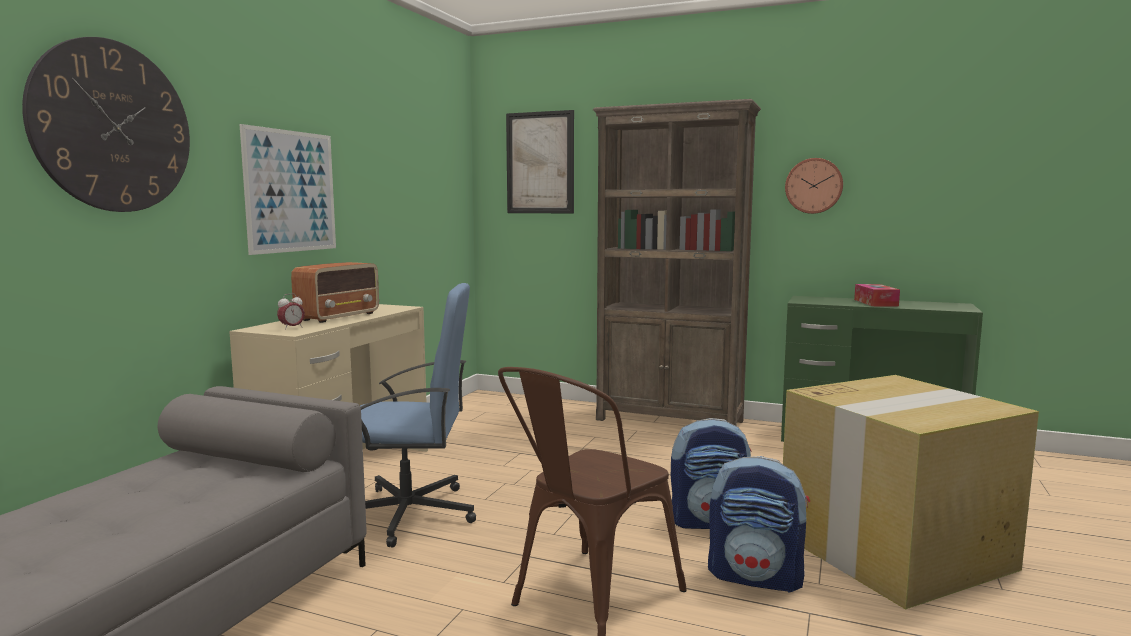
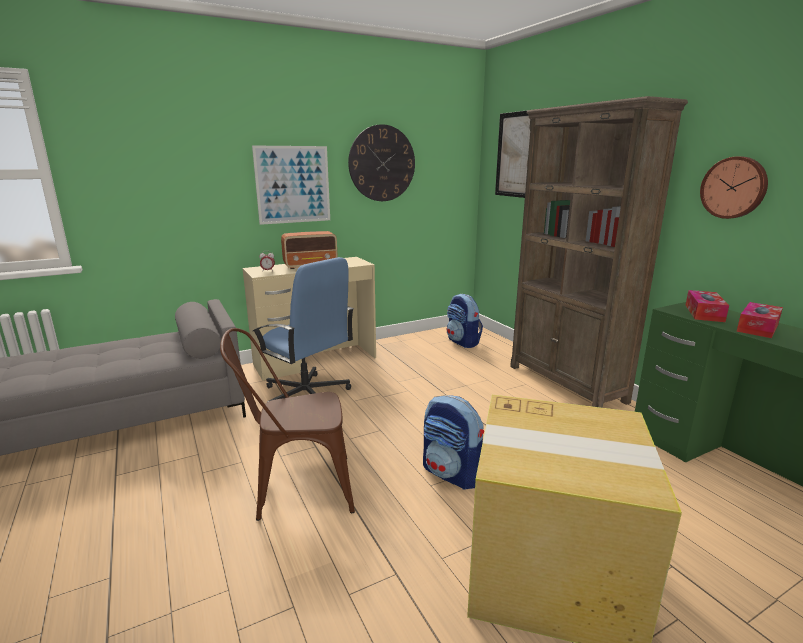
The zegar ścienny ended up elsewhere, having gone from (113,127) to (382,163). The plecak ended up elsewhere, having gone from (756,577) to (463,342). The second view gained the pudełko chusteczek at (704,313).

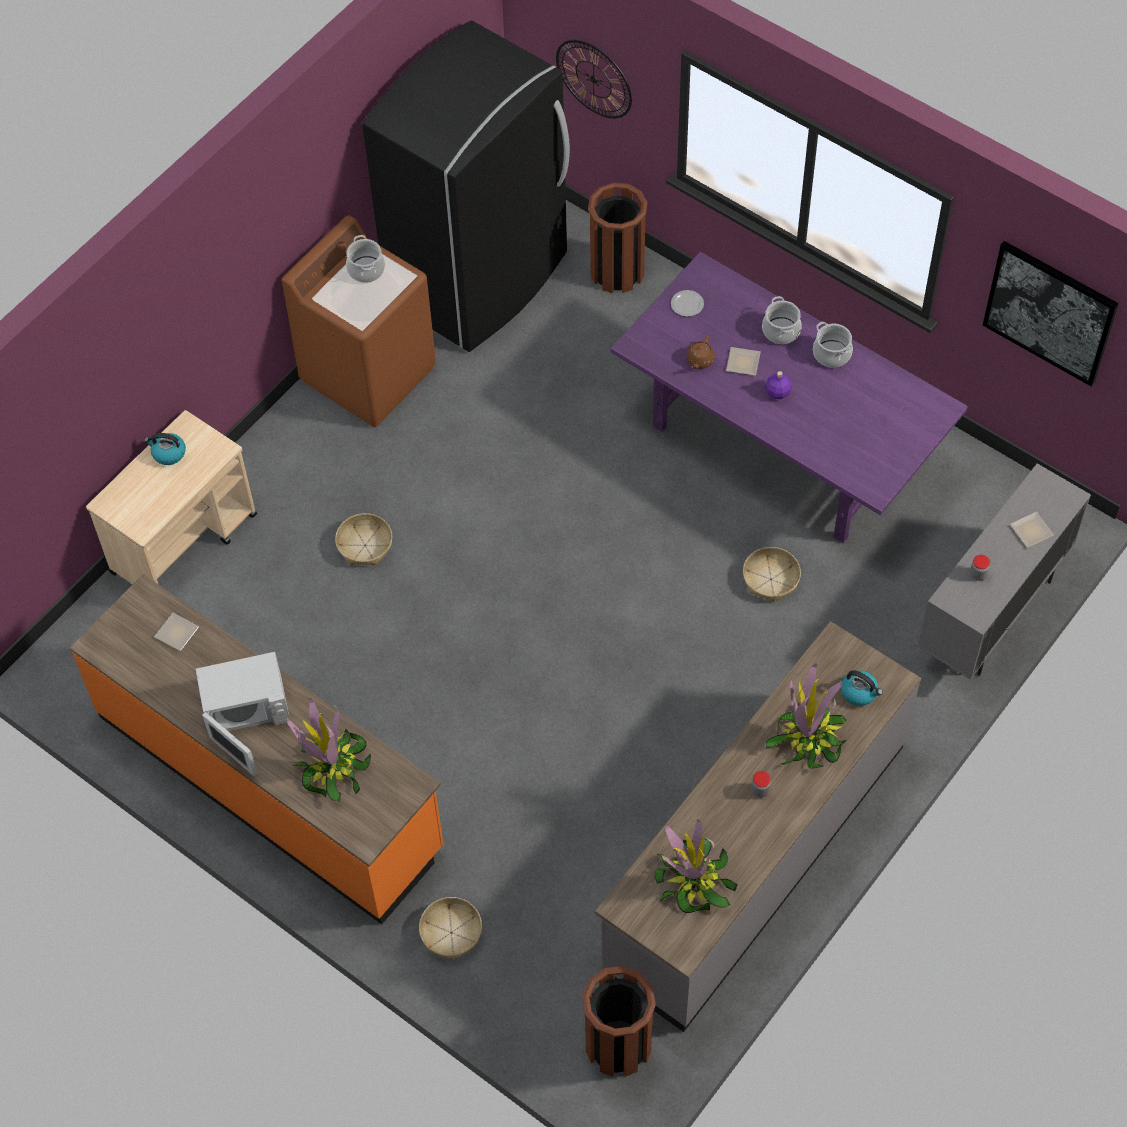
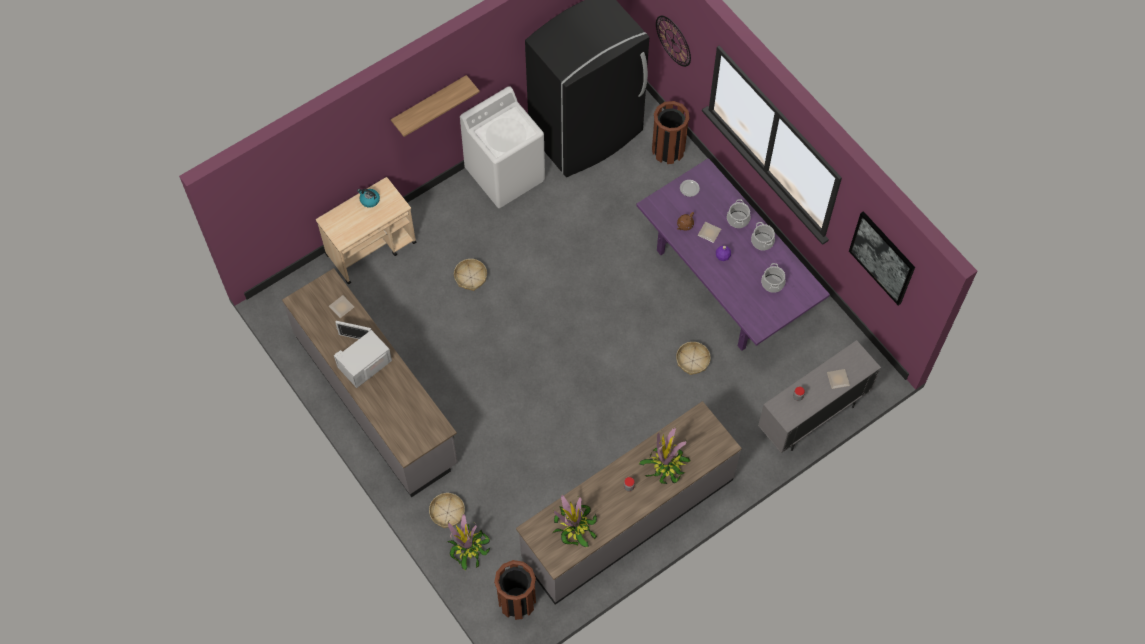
What was the zabudowa kuchenna (pomarańczowy) at (270,781) turned into the zabudowa kuchenna (szary) at (376,399). The mikrofalówka (biały) at (245,711) ended up facing another way, 135 degrees clockwise from before. What was the pralka (brązowy) at (369,373) turned into the pralka (biały) at (505,174). The roślina doniczkowa ended up elsewhere, having gone from (332,766) to (468,547). The garnek ended up elsewhere, having gone from (366,269) to (772,283). The second view lost the czajnik at (859,692). The second view gained the półka at (429,103).

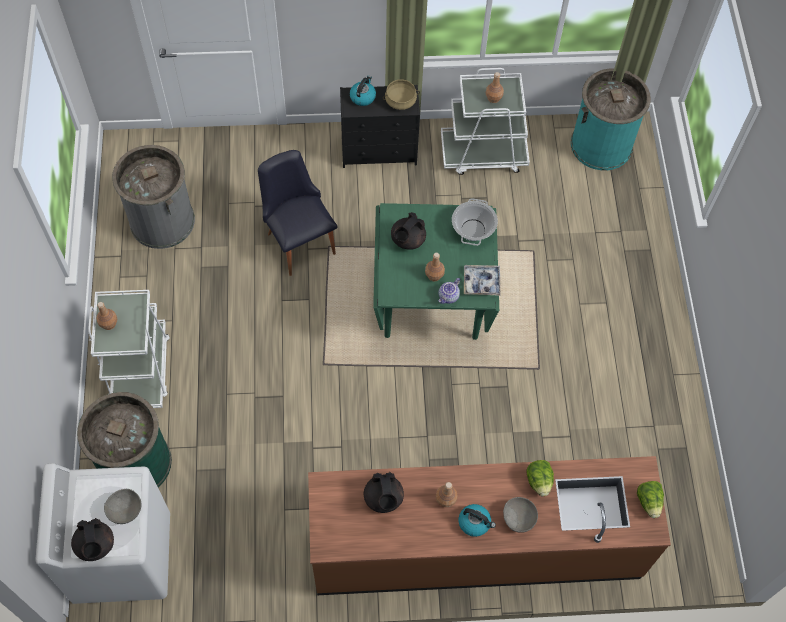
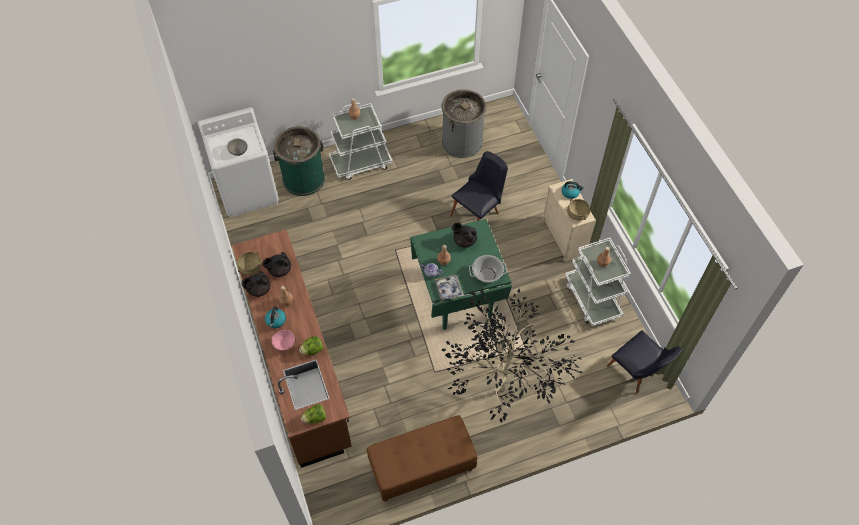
The imbryk (czarny) ended up elsewhere, having gone from (95,545) to (258,289). What was the komoda (czarny) at (380,152) turned into the komoda (beżowy) at (564,238). What was the miska (szary) at (518,519) turned into the miska (różowy) at (284,344). Where the kosz na śmieci (turkusowy) stood at (601,144), the krzesło (czarny) came to stand at (637,373). The second view gained the garnek (beżowy) at (250,267). The second view gained the ławka (brązowy) at (421,468). The second view gained the roślina doniczkowa at (503,392).

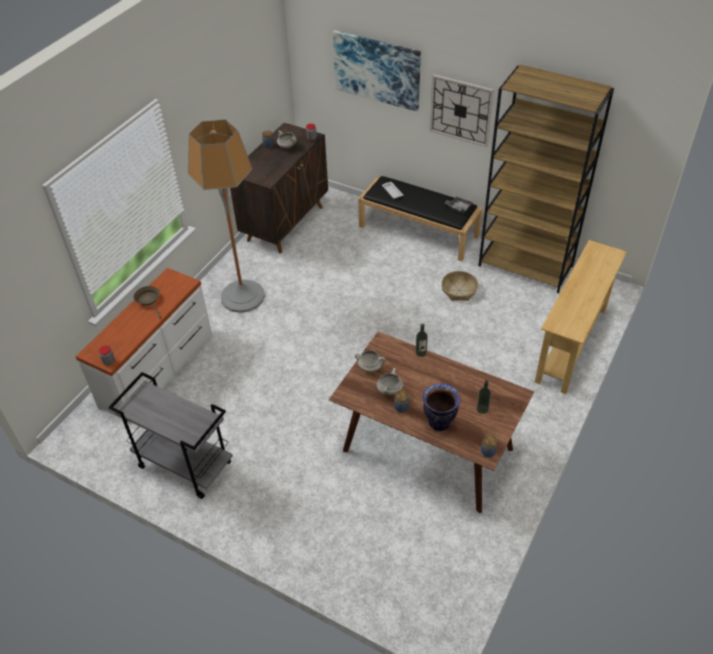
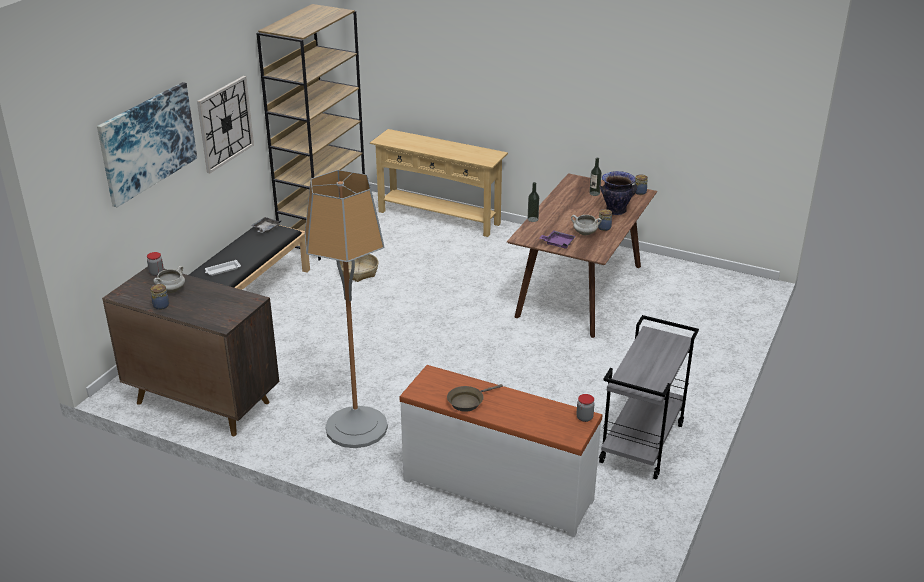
Where the garnek (biały) stood at (370,367), the taca (fioletowy) came to stand at (558,243).

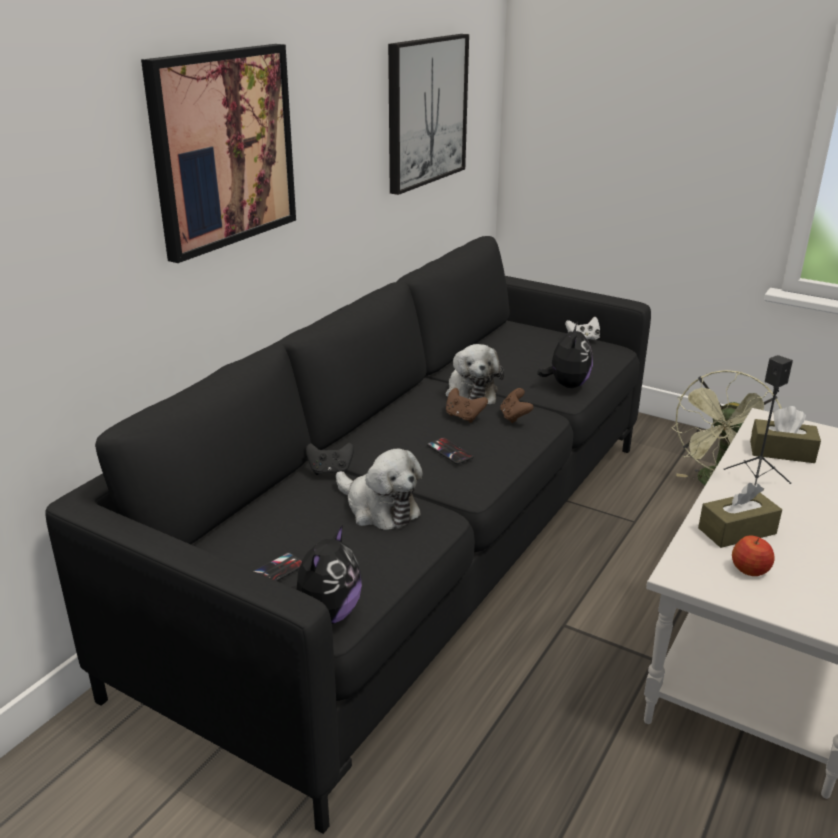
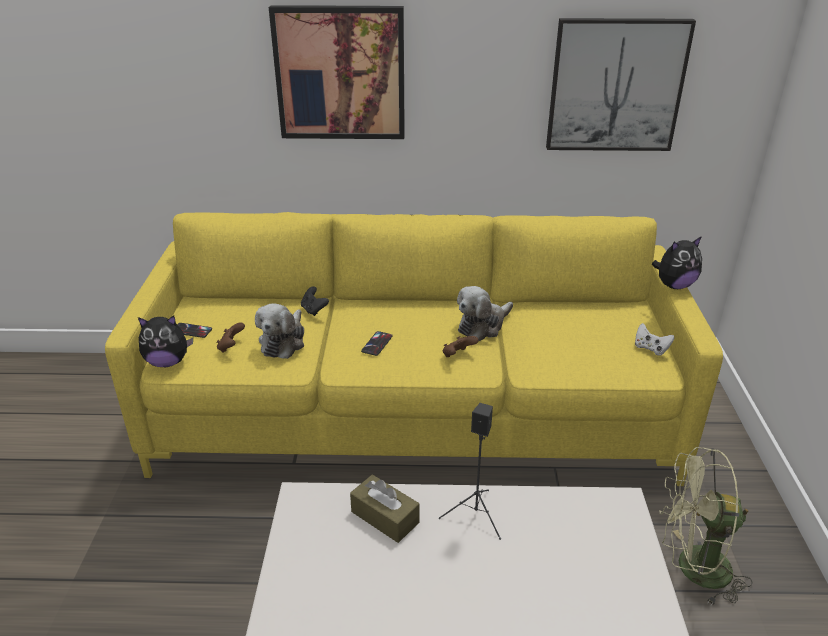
What was the kanapa (czarny) at (418,551) turned into the kanapa (żółty) at (414,417). The pad do gier (brązowy) ended up elsewhere, having gone from (464,417) to (231,347). The pluszak ended up elsewhere, having gone from (566,385) to (674,285). The second view lost the jabłko at (750,569). The second view lost the pudełko chusteczek (brązowy) at (782,452).

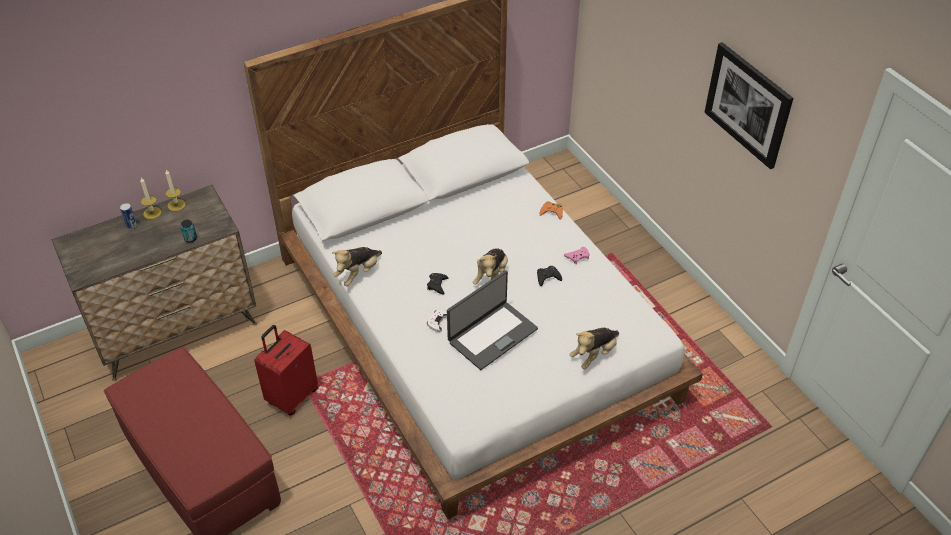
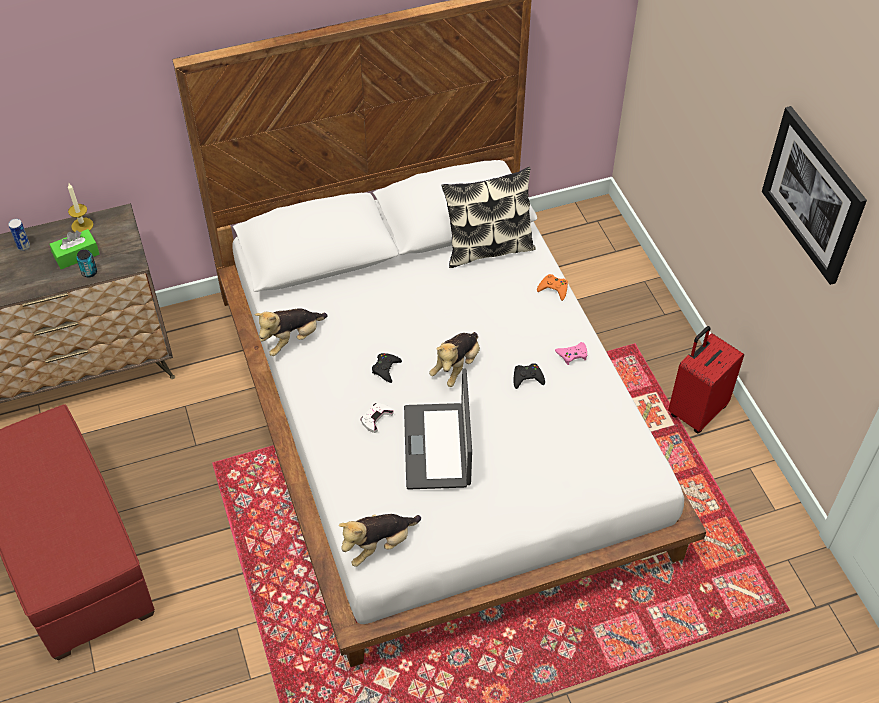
The second view lost the świeca at (152,213). The walizka (czerwony) ended up elsewhere, having gone from (291,396) to (696,410). The laptop at (492,335) ended up facing another way, 120 degrees clockwise from before. The pluszak ended up elsewhere, having gone from (594,354) to (379,545). The second view gained the pudełko chusteczek (zielony) at (76,255). The second view gained the poduszka at (488,248).

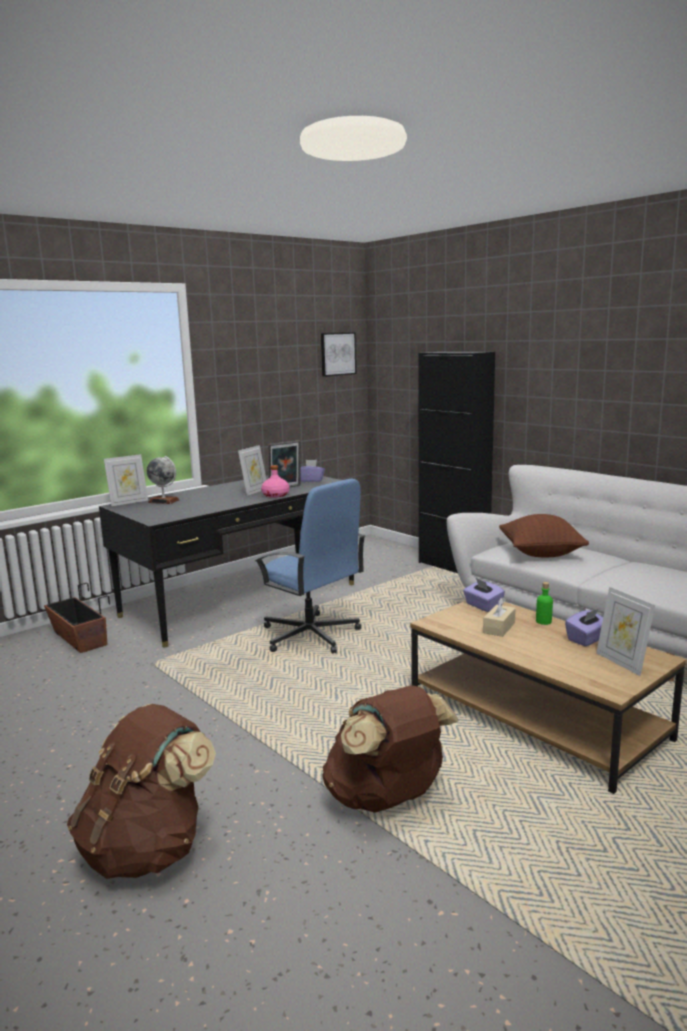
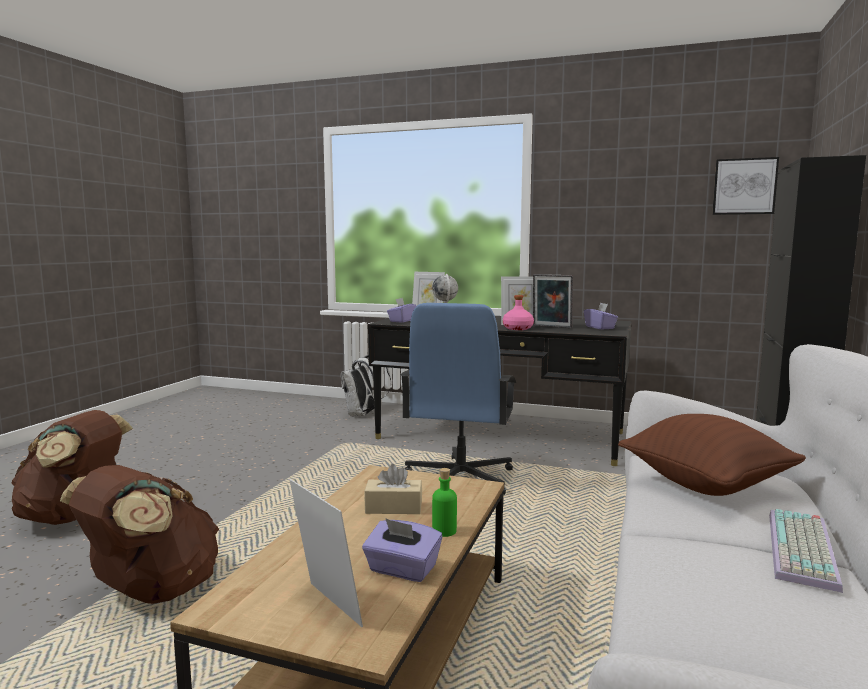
Where the donica stood at (79,639), the plecak (biały) came to stand at (363,414). The pudełko chusteczek (fioletowy) ended up elsewhere, having gone from (483,606) to (401,321). The ramka na zdjęcie at (621,663) ended up facing another way, 105 degrees clockwise from before. The second view gained the klawiatura at (805,550).

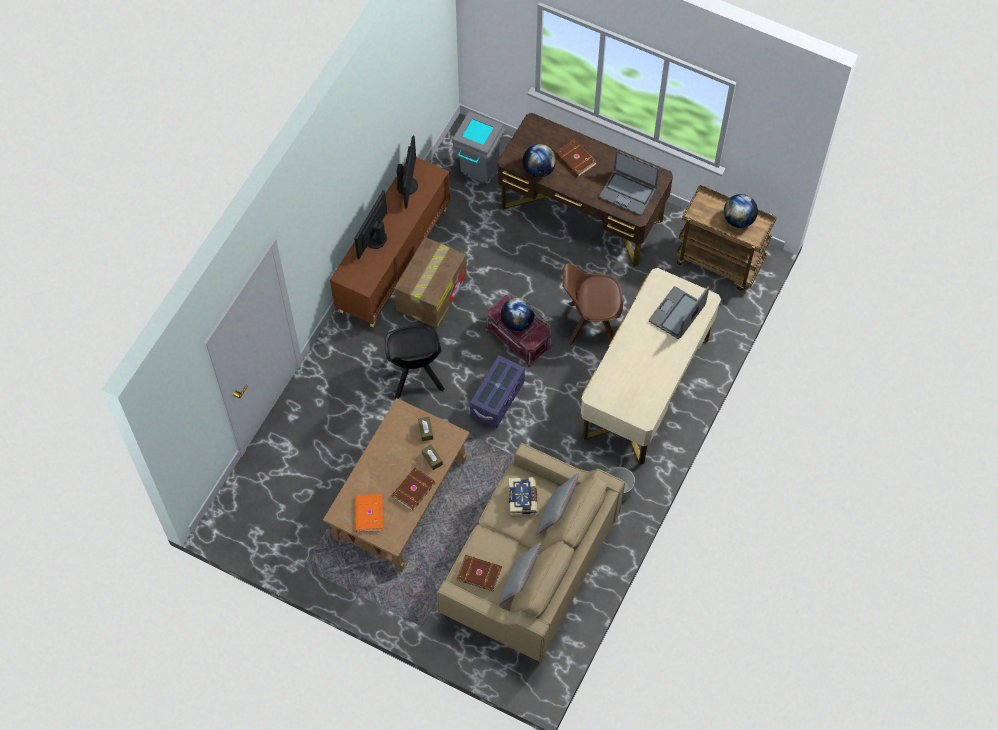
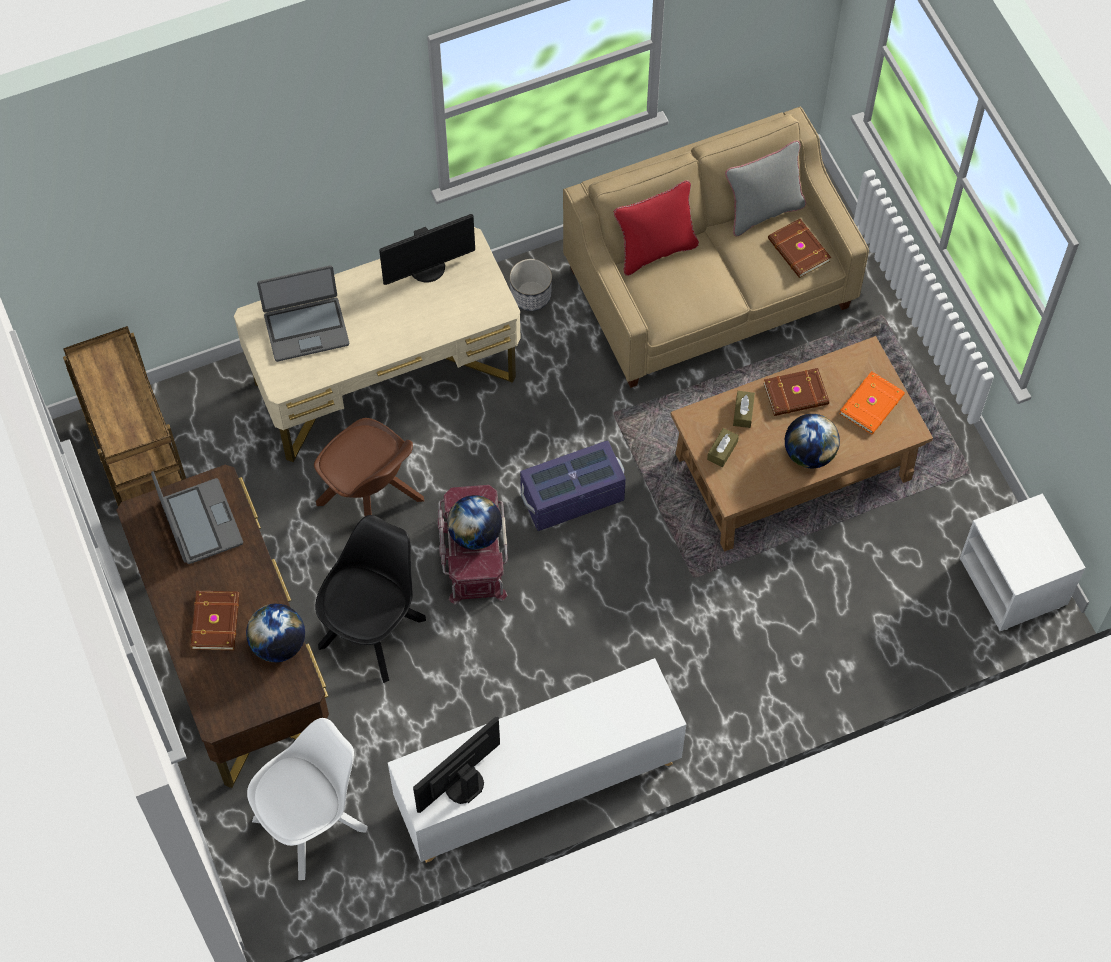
What was the szafka (brązowy) at (394,259) turned into the szafka (biały) at (537,785). The monitor ended up elsewhere, having gone from (375,238) to (428,268). The krzesło (czarny) ended up elsewhere, having gone from (415,375) to (374,630). The second view lost the karton at (432,293). Where the kosz na śmieci (szary) stood at (478,175), the krzesło (biały) came to stand at (313,822). The second view lost the książka at (523,499). What was the poduszka (szary) at (556,515) turned into the poduszka (czerwony) at (655,250). The globus ended up elsewhere, having gone from (738,220) to (809,453). The second view gained the szafka nocna (biały) at (1014,582).

